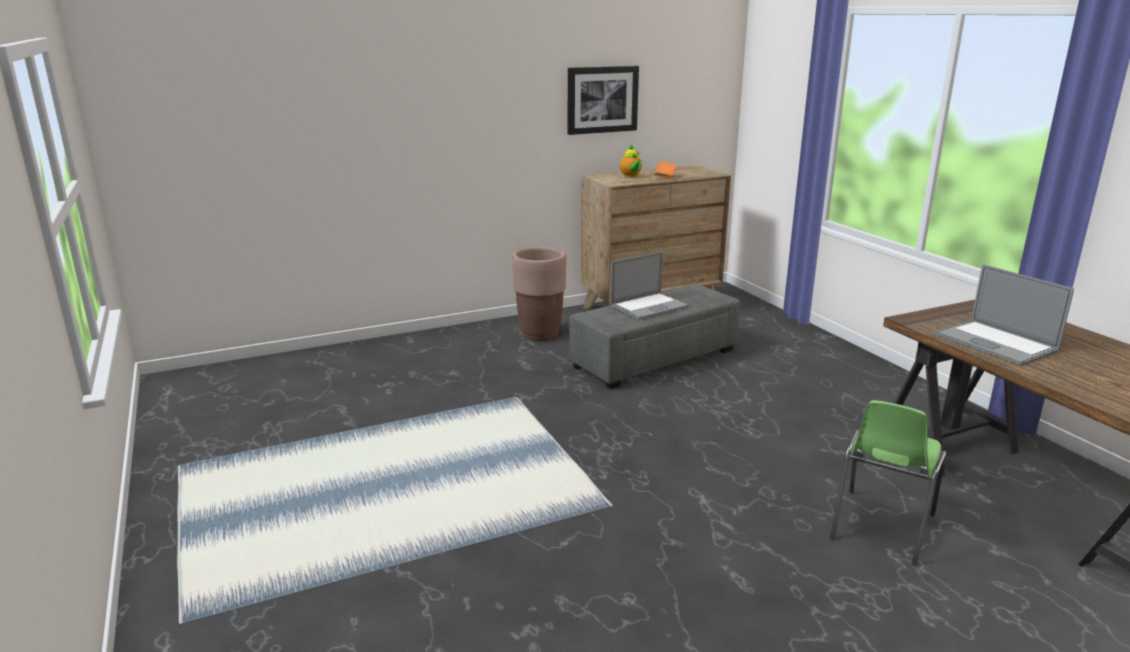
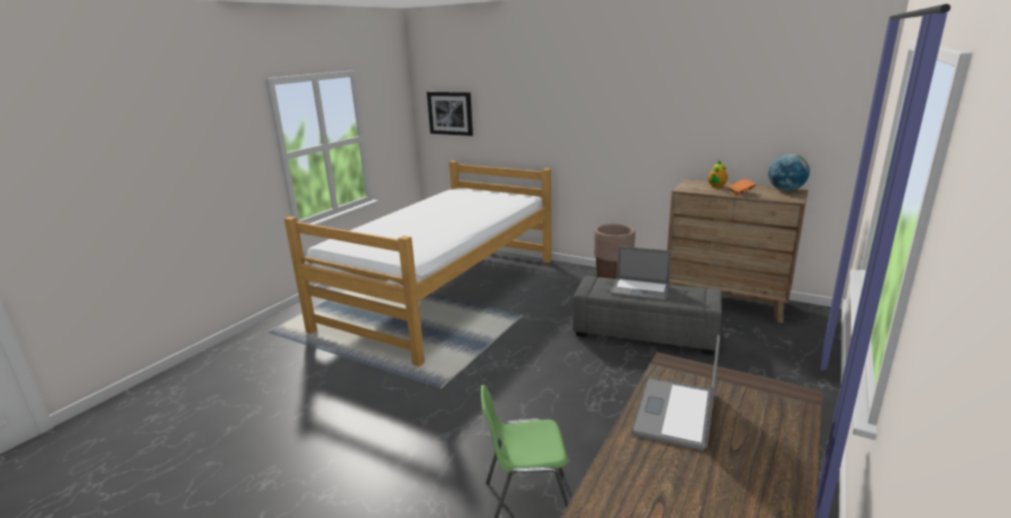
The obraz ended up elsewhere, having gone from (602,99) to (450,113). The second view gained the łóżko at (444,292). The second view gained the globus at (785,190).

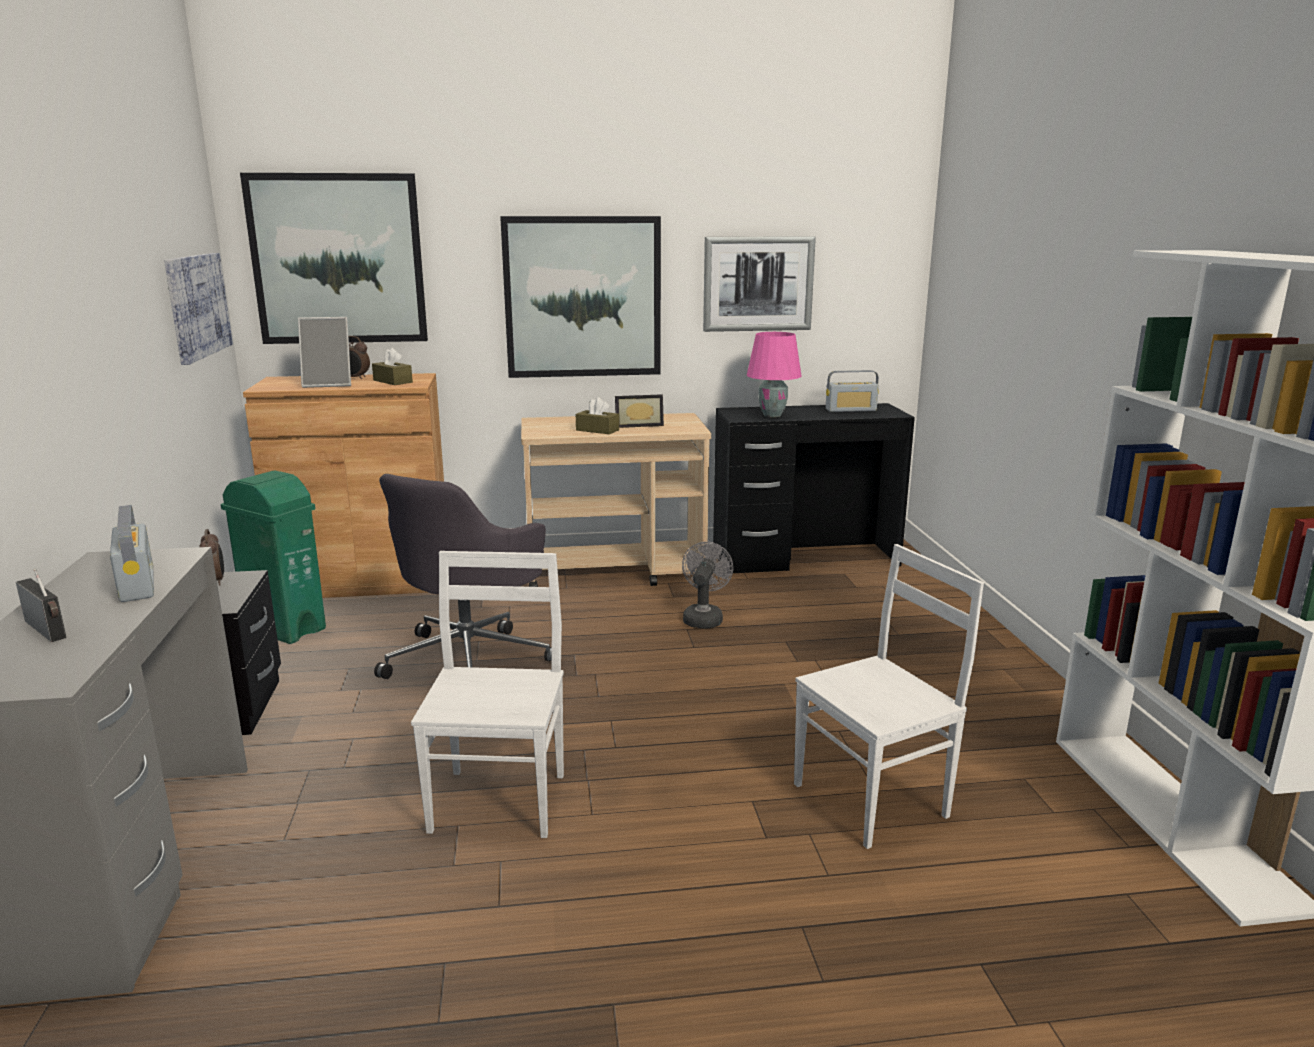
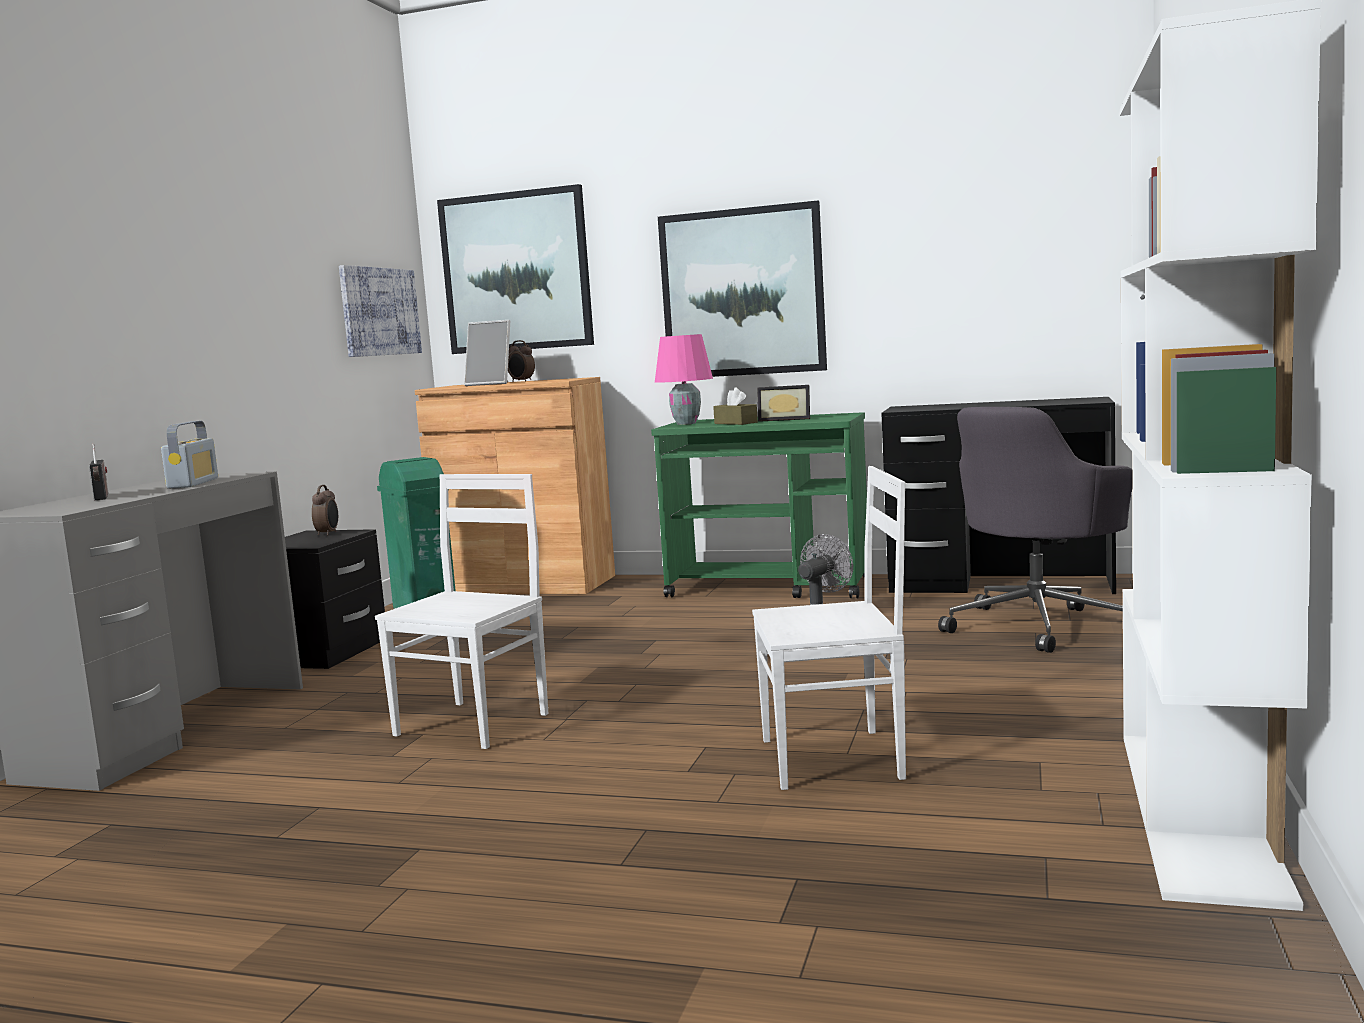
The second view lost the pudełko chusteczek (brązowy) at (392,381). The krzesło biurowe (szary) ended up elsewhere, having gone from (470,659) to (1040,625). What was the wózek (beżowy) at (616,572) turned into the wózek (zielony) at (771,587). The second view lost the obraz at (758,284). The lampa stołowa (różowy) ended up elsewhere, having gone from (772,415) to (687,423). The second view lost the radio at (851,410).

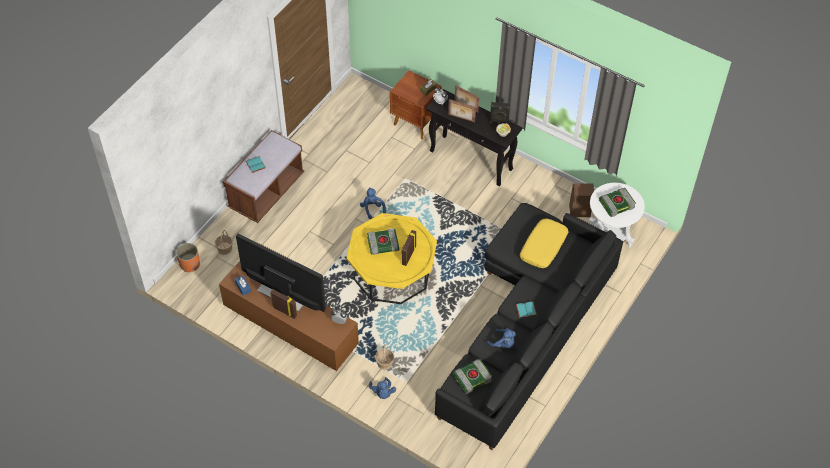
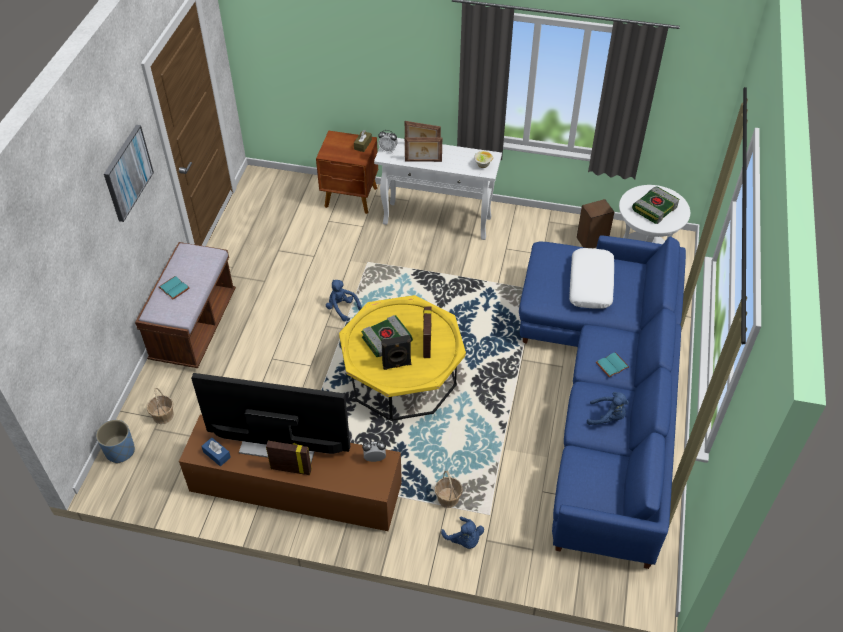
What was the donica (pomarańczowy) at (190,264) turned into the donica (niebieski) at (120,451). What was the stolik konsolowy (czarny) at (471,160) turned into the stolik konsolowy (biały) at (438,221). What was the kanapa (czarny) at (526,326) turned into the kanapa (niebieski) at (604,390). The second view lost the książka at (472,377). The głośnik (czarny) ended up elsewhere, having gone from (498,122) to (397,365). What was the poduszka (żółty) at (543,247) turned into the poduszka (biały) at (591,284). The second view gained the obraz at (127,172).

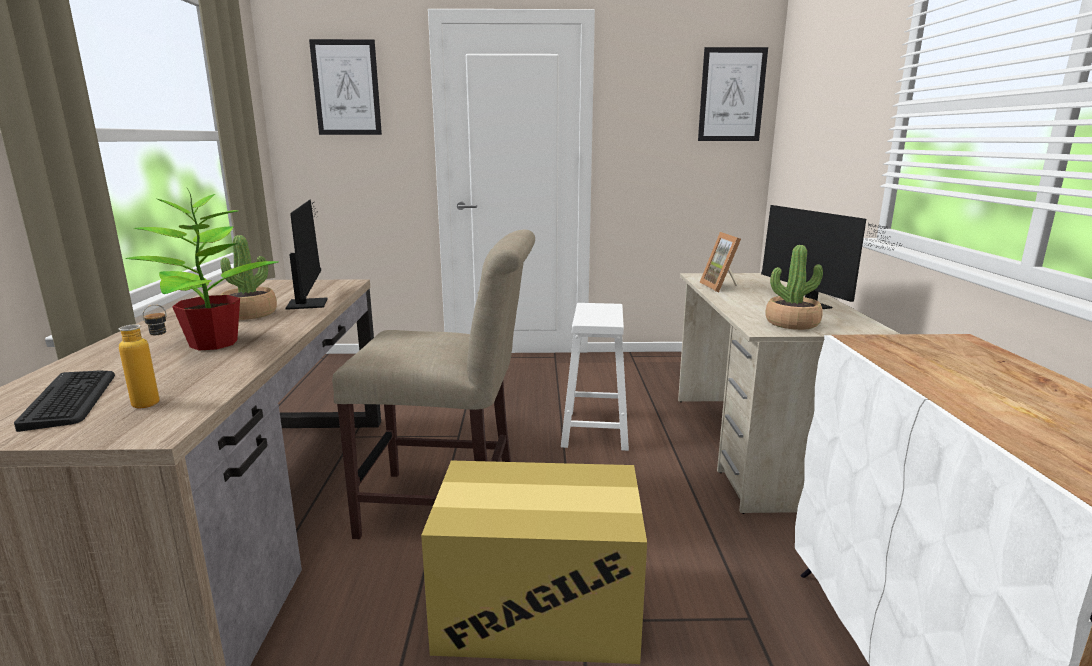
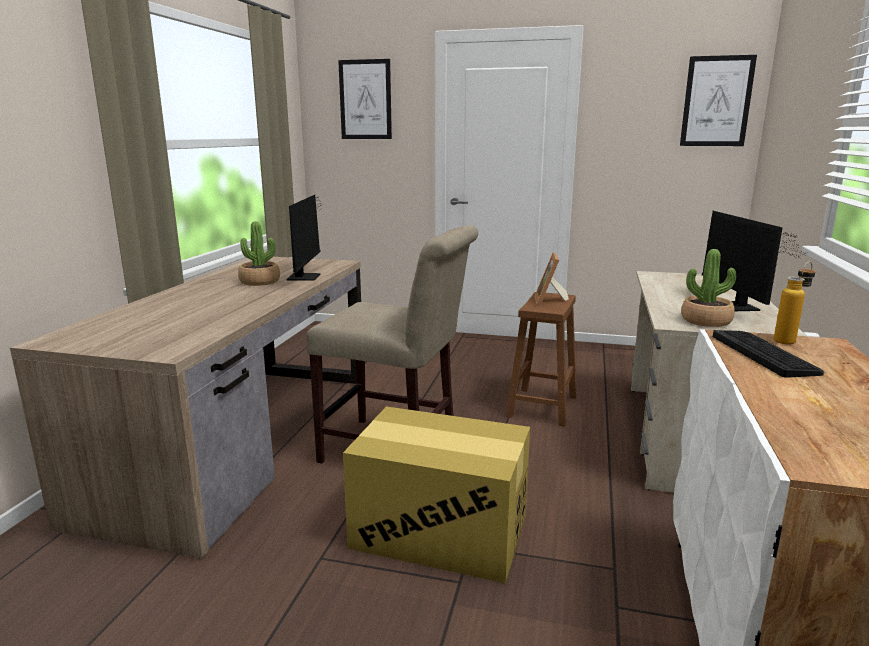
The klawiatura ended up elsewhere, having gone from (71,399) to (764,354). The butelka ended up elsewhere, having gone from (157,401) to (789,340). The second view lost the roślina doniczkowa at (212,343). What was the stołek (biały) at (595,429) turned into the stołek (brązowy) at (542,405). The ramka na zdjęcie ended up elsewhere, having gone from (722,287) to (550,301).

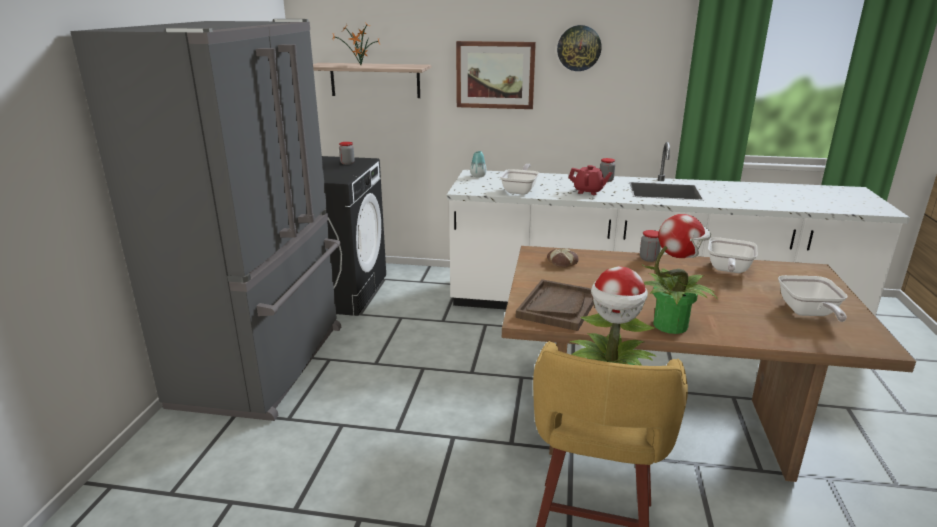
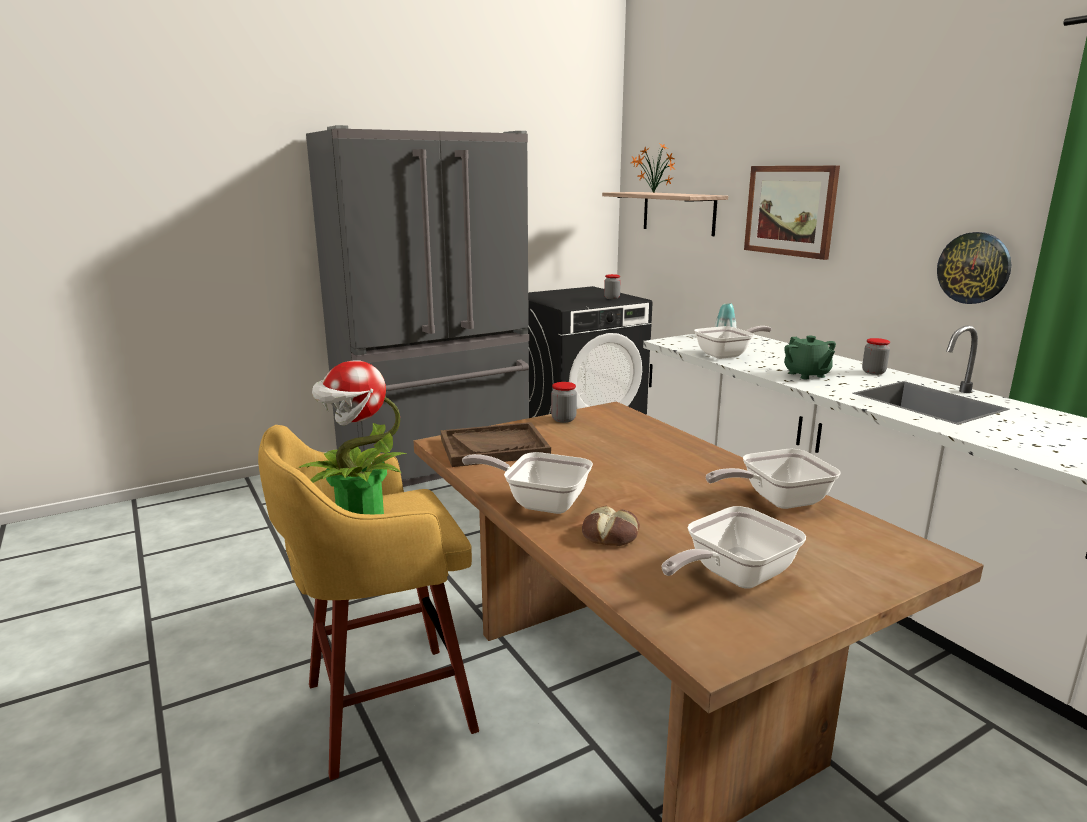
The chleb ended up elsewhere, having gone from (562,262) to (611,534). The zegar ścienny ended up elsewhere, having gone from (579,48) to (974,268). What was the imbryk (czerwony) at (588,191) turned into the imbryk (zielony) at (806,375). The słoik ended up elsewhere, having gone from (648,258) to (563,419). Where the roślina doniczkowa stood at (671,324), the patelnia came to stand at (539,502).

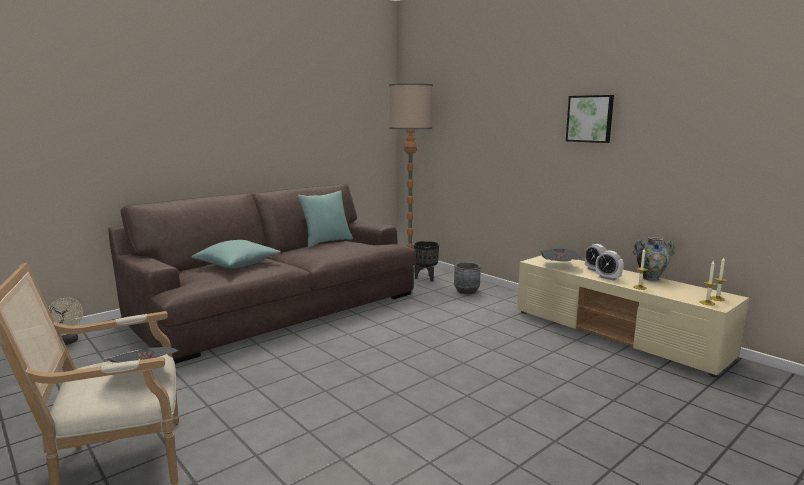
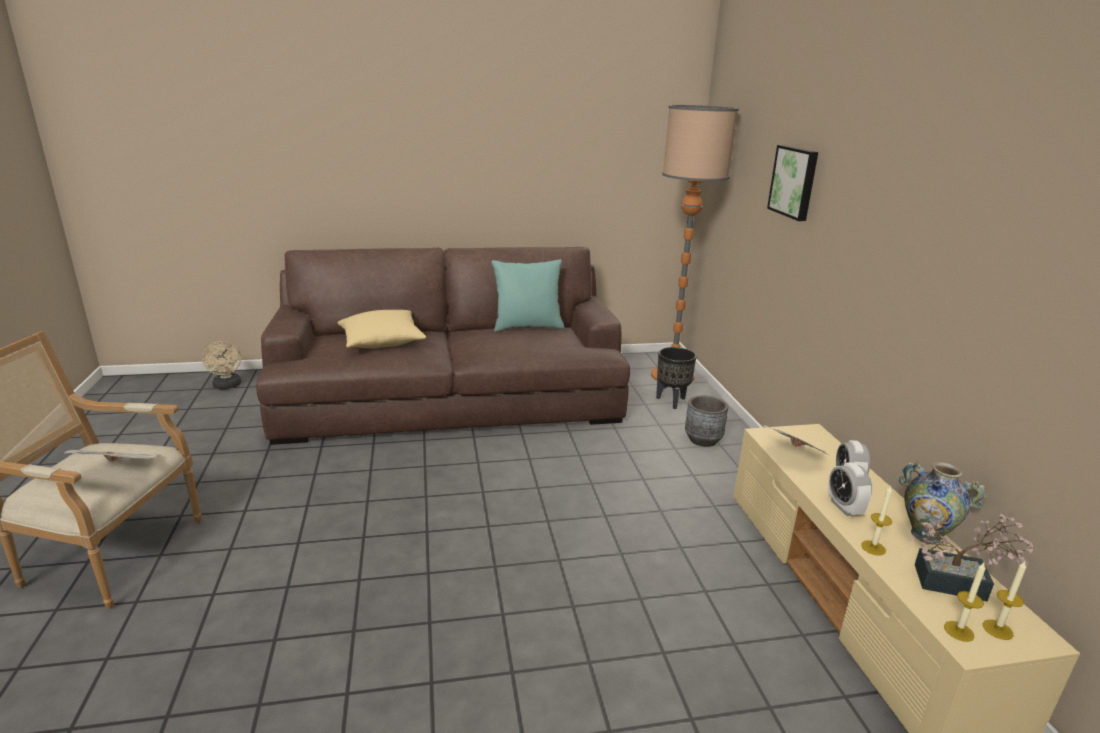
What was the poduszka (turkusowy) at (237,264) turned into the poduszka (beżowy) at (382,342). The obraz ended up elsewhere, having gone from (590,119) to (794,182). The second view gained the roślina doniczkowa at (959,584).

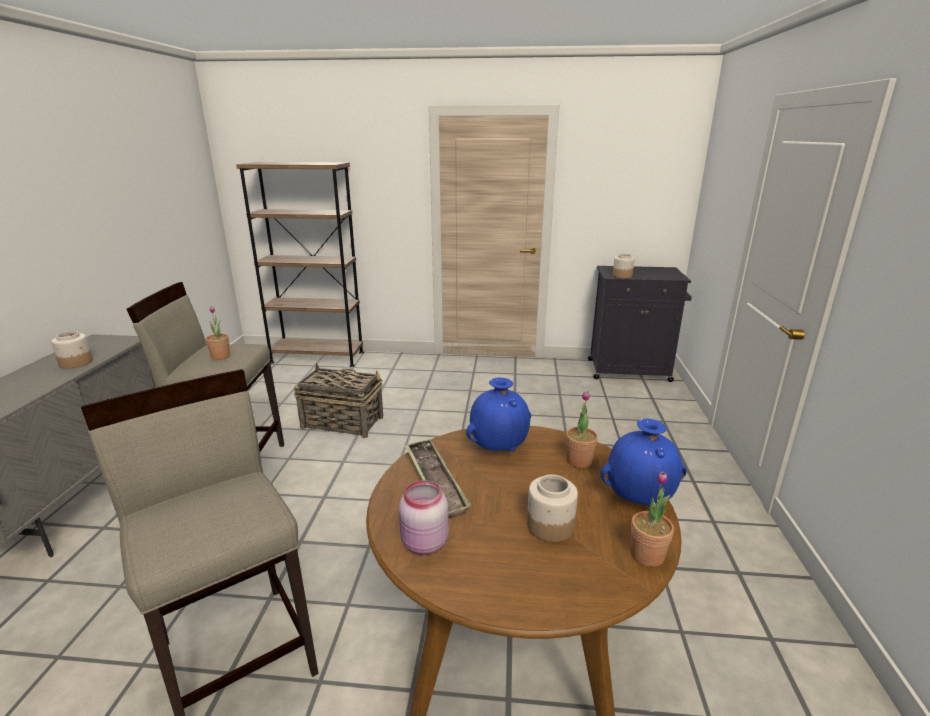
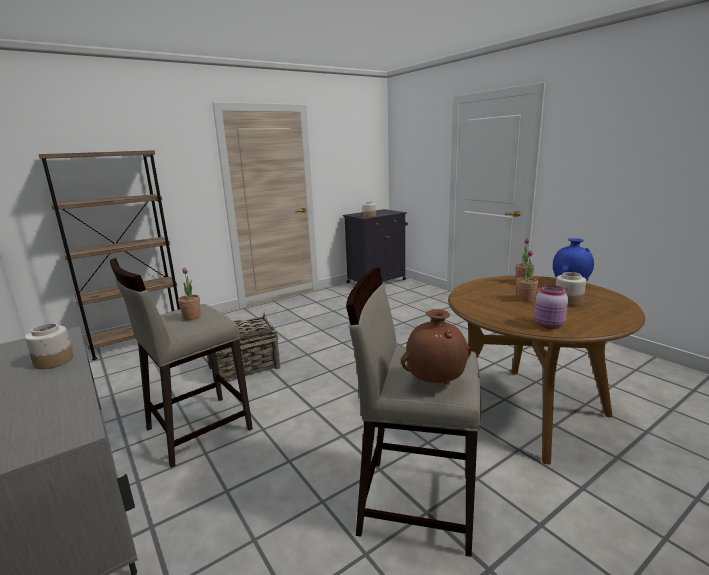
The second view lost the taca at (435,481). The second view lost the wazon (niebieski) at (499,448). The roślina doniczkowa ended up elsewhere, having gone from (647,555) to (525,299). The second view gained the wazon (brązowy) at (436,382).

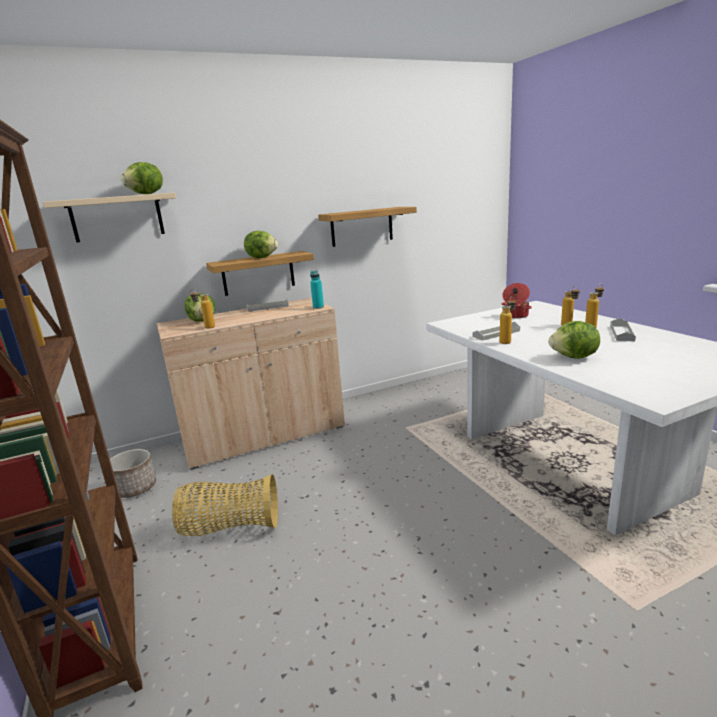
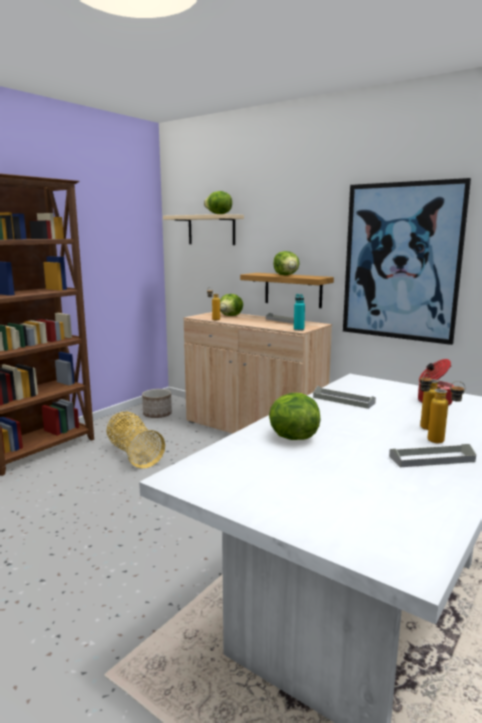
Where the półka hung at (362,226), the obraz came to hang at (401,262). The second view lost the butelka at (507,341).

